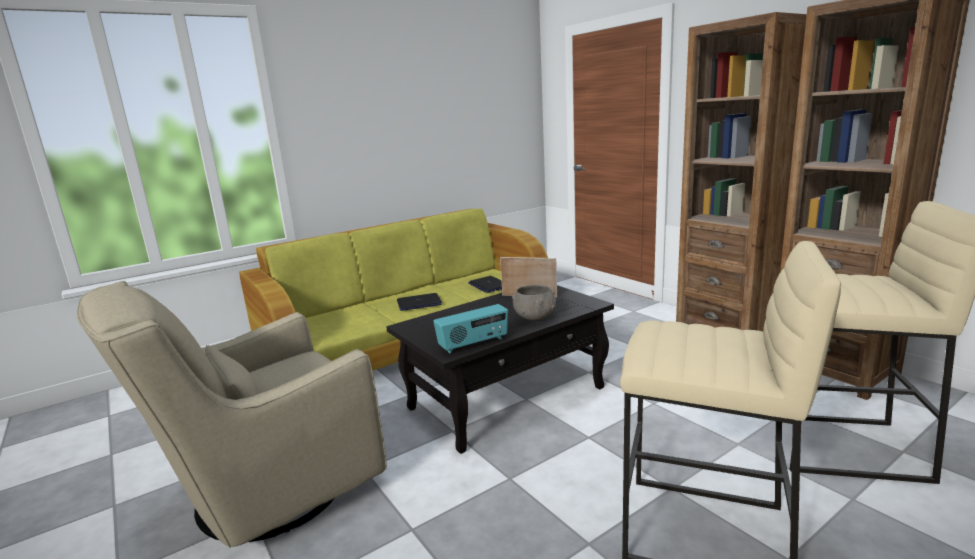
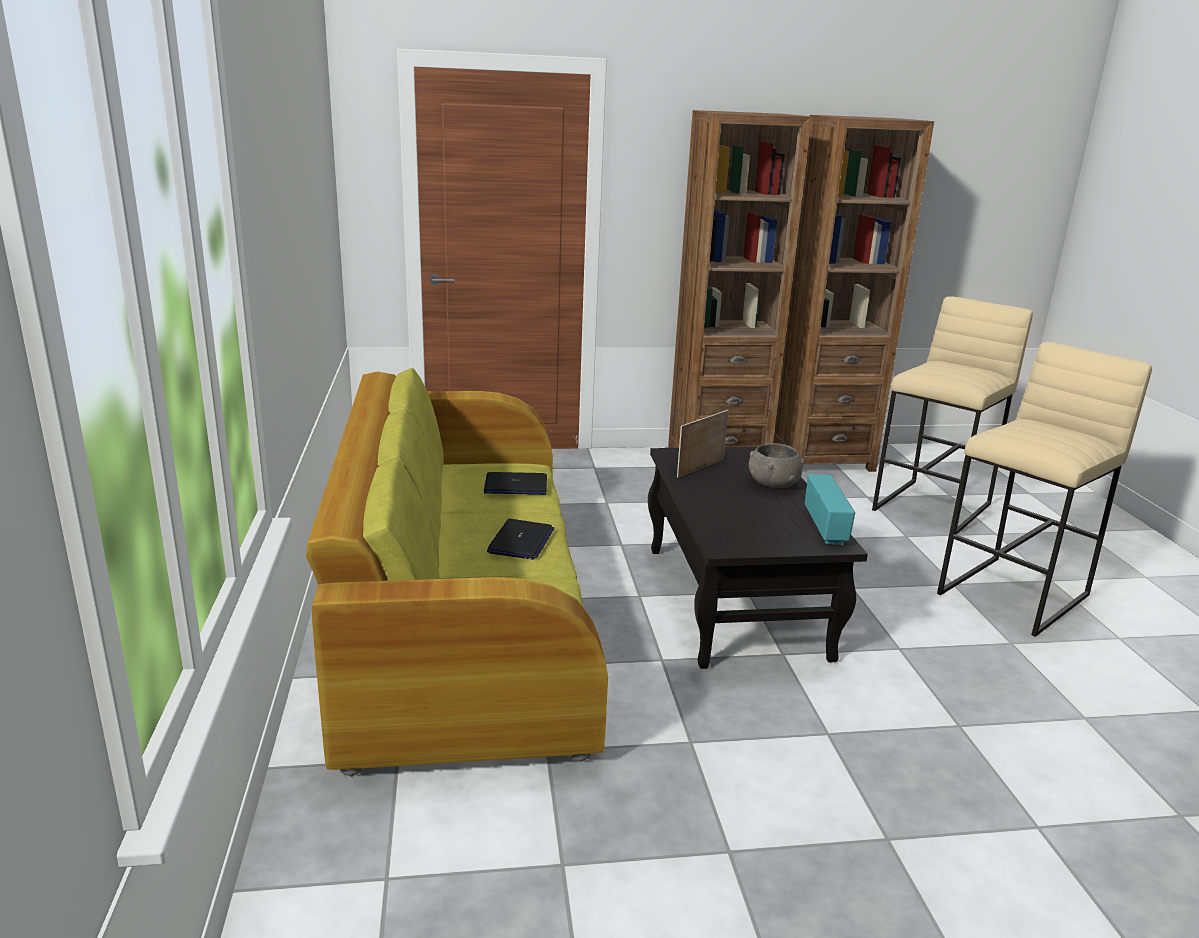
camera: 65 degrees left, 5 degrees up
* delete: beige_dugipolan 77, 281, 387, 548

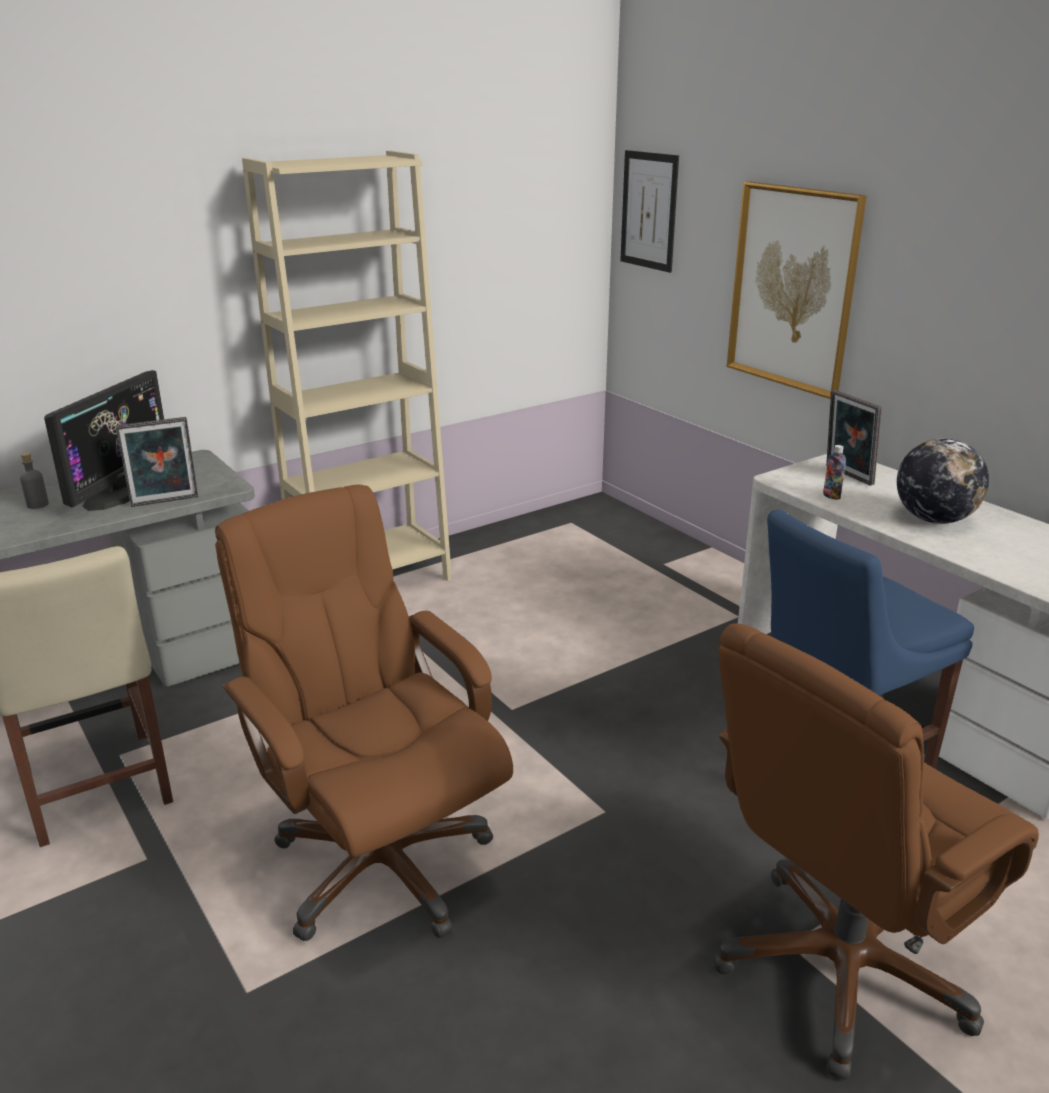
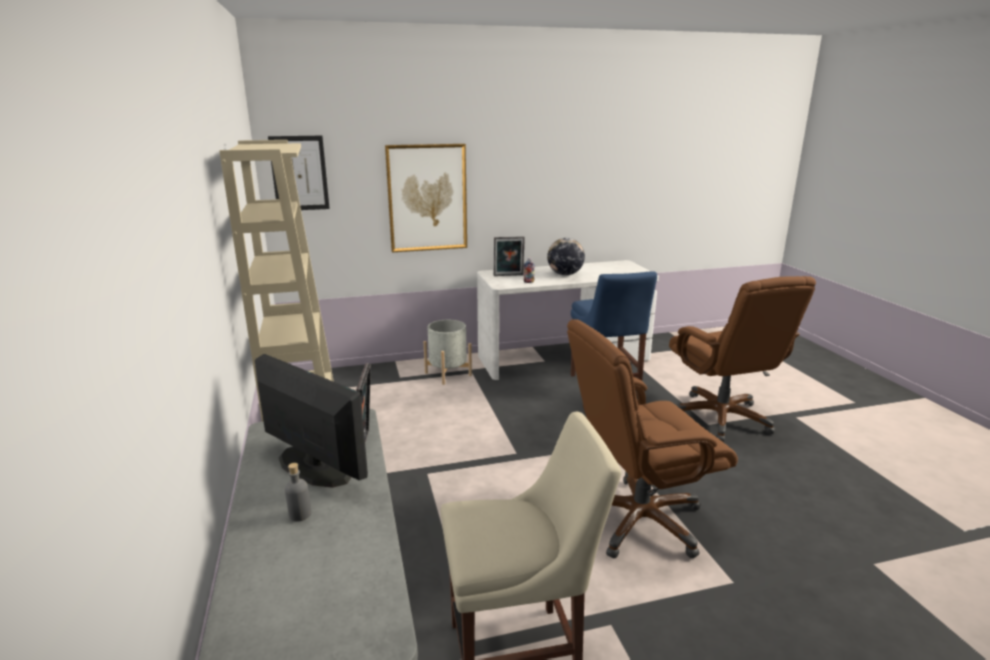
camera: 70 degrees left, 5 degrees down
* insert: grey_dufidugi 424, 320, 472, 385

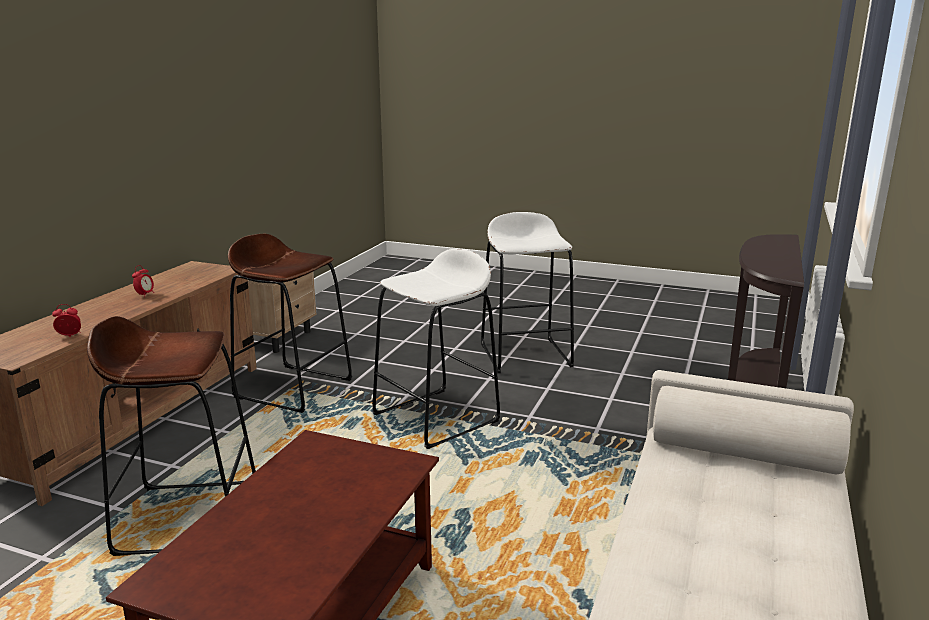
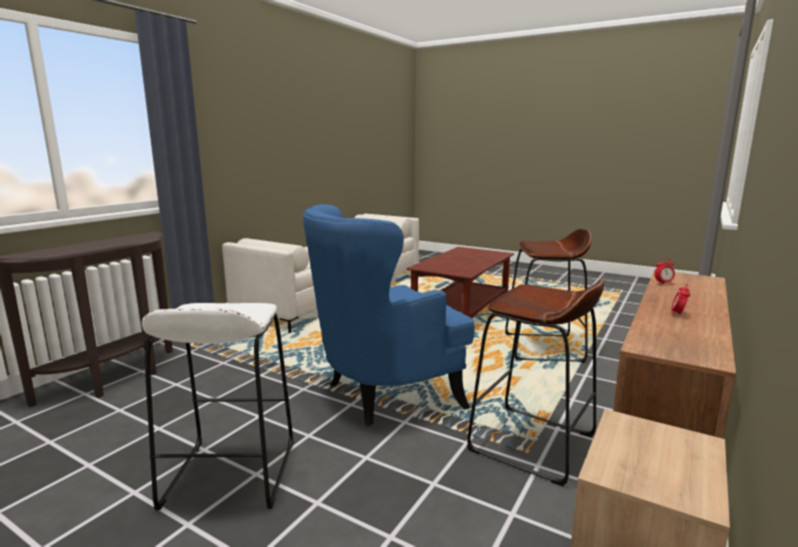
camera: 170 degrees left, 5 degrees down
* replace: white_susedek 372, 249, 500, 449 to blue_dugipolan 303, 204, 475, 426

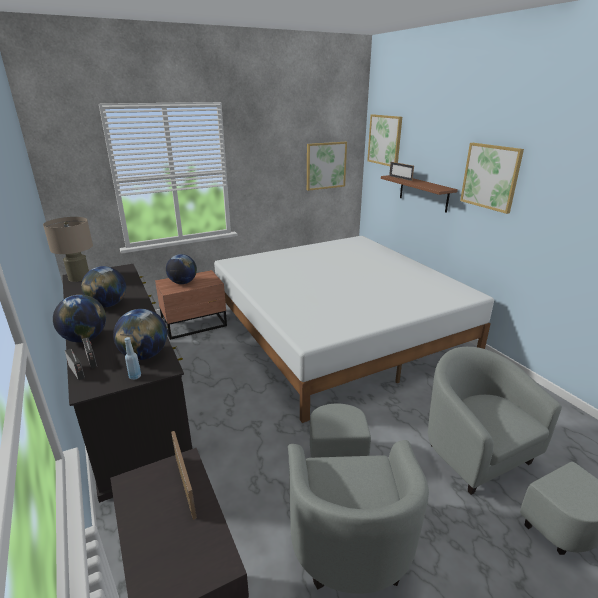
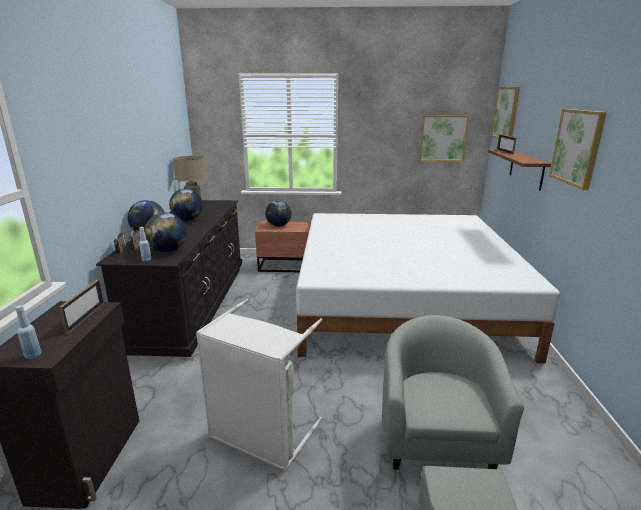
camera: 30 degrees right, 5 degrees down
* insert: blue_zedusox 15, 305, 41, 359
* replace: grey_dugipolan 288, 403, 429, 594 to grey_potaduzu 196, 299, 323, 472

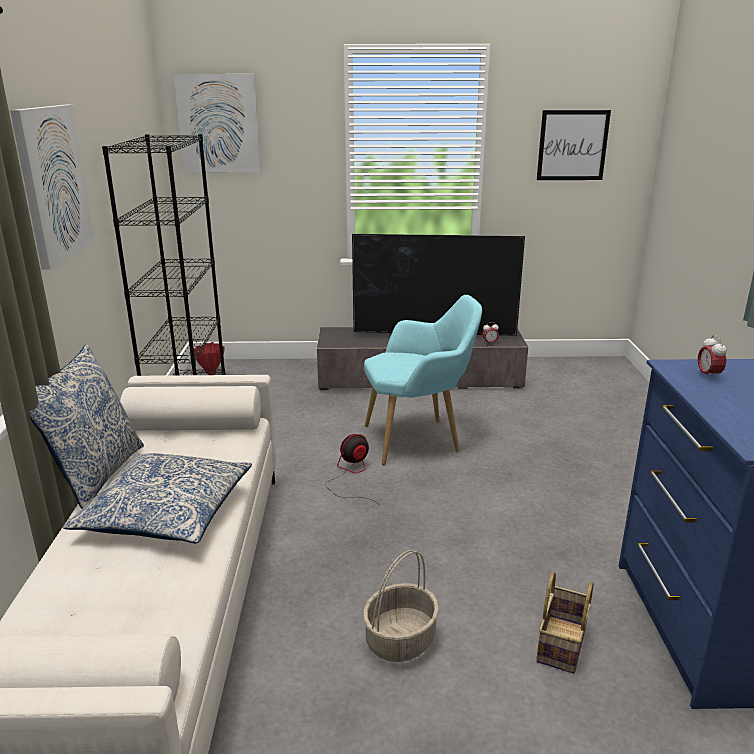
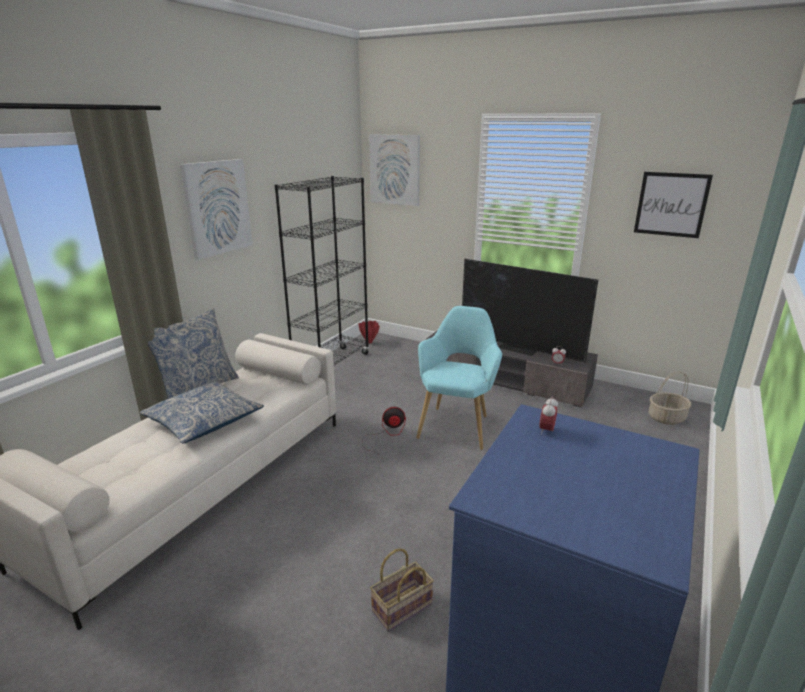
camera: 30 degrees right, 0 degrees up
* rotate: turquoise_dugipolan 364, 295, 482, 465 = 416, 306, 502, 450 90 degrees counterclockwise
* move: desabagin 363, 550, 439, 662 to 649, 371, 691, 425

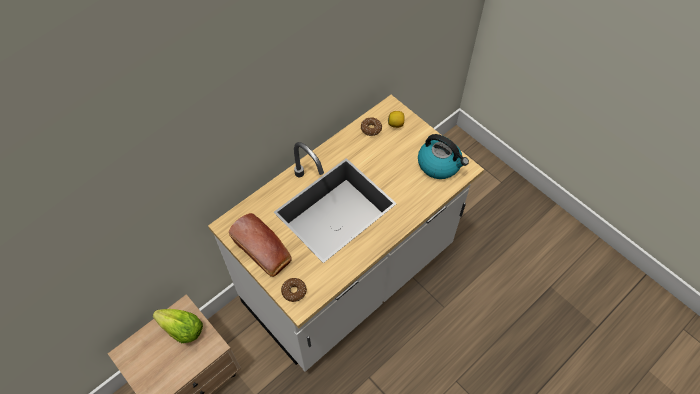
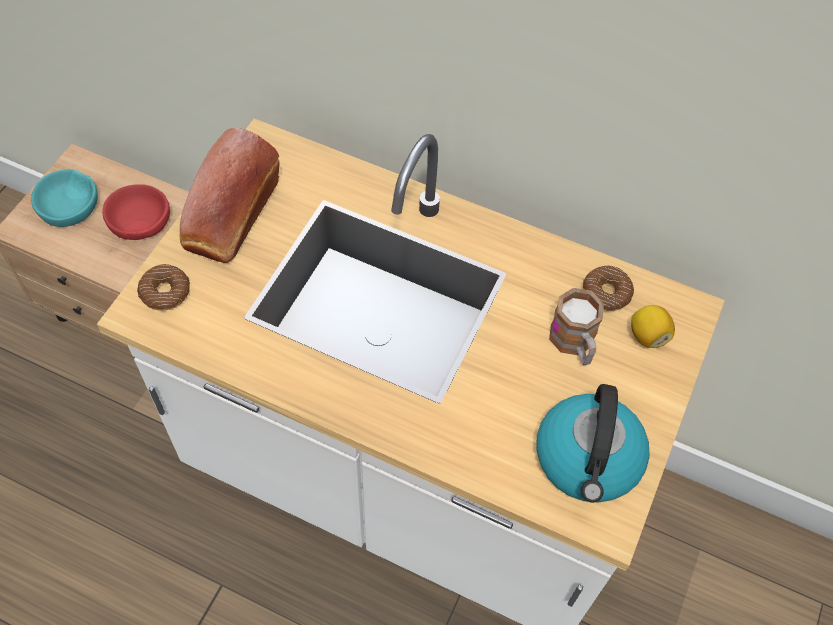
camera: 65 degrees right, 0 degrees up
* insert: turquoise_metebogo 31, 169, 98, 227
* replace: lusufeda 153, 309, 203, 343 to red_metebogo 103, 184, 170, 240
* insert: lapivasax 549, 288, 604, 365

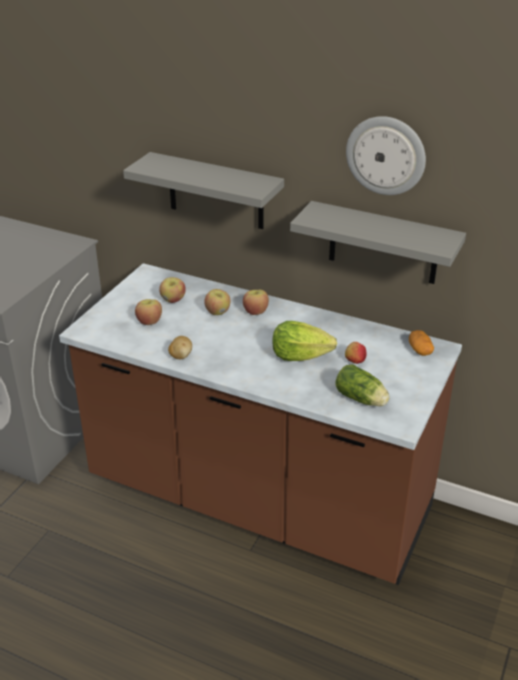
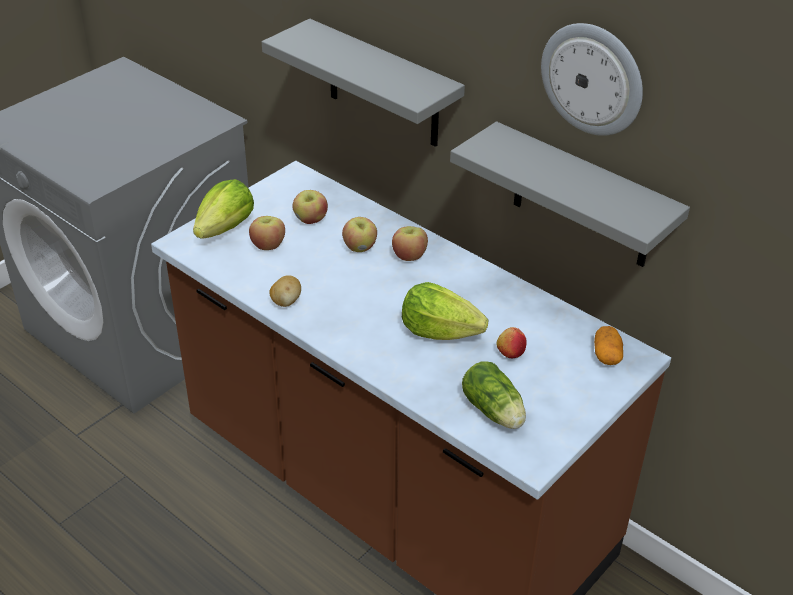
camera: 15 degrees right, 5 degrees up
* insert: lusufeda 193, 179, 254, 239

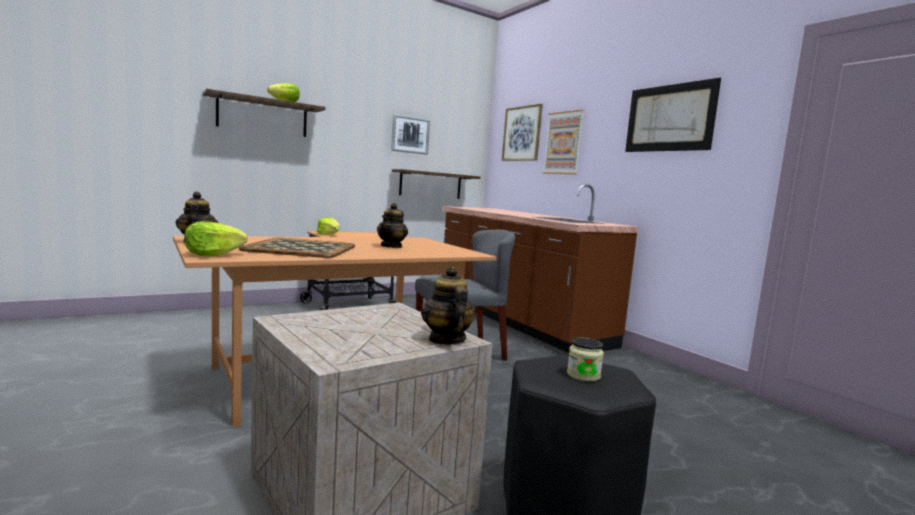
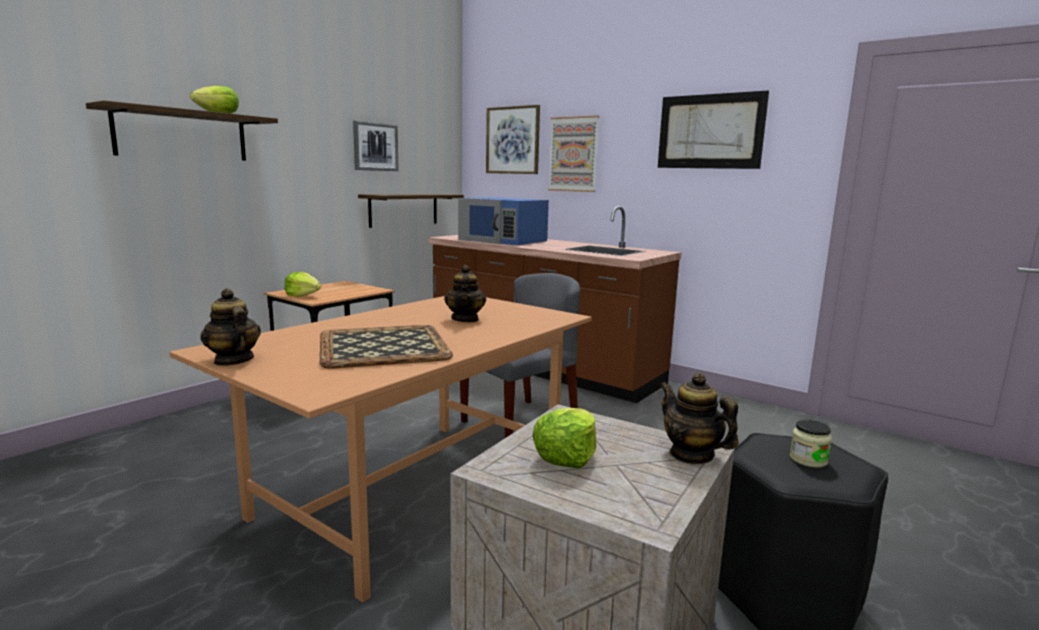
camera: 20 degrees left, 5 degrees up
* insert: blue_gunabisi 458, 197, 549, 245
* move: lusufeda 184, 222, 247, 256 to 532, 408, 597, 469

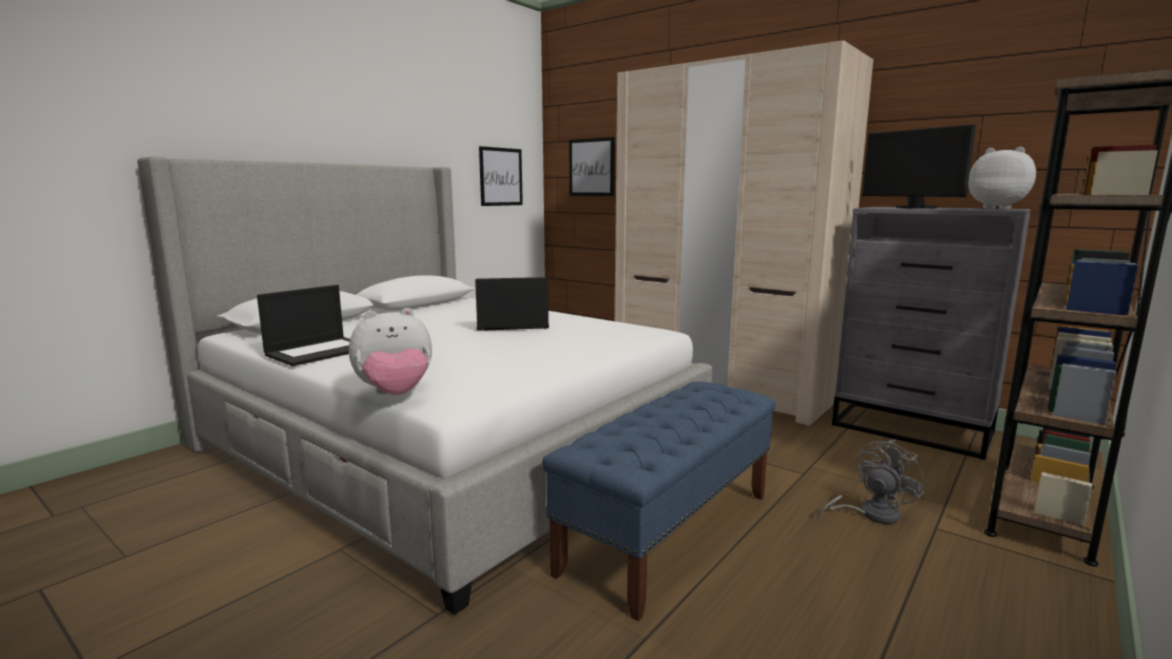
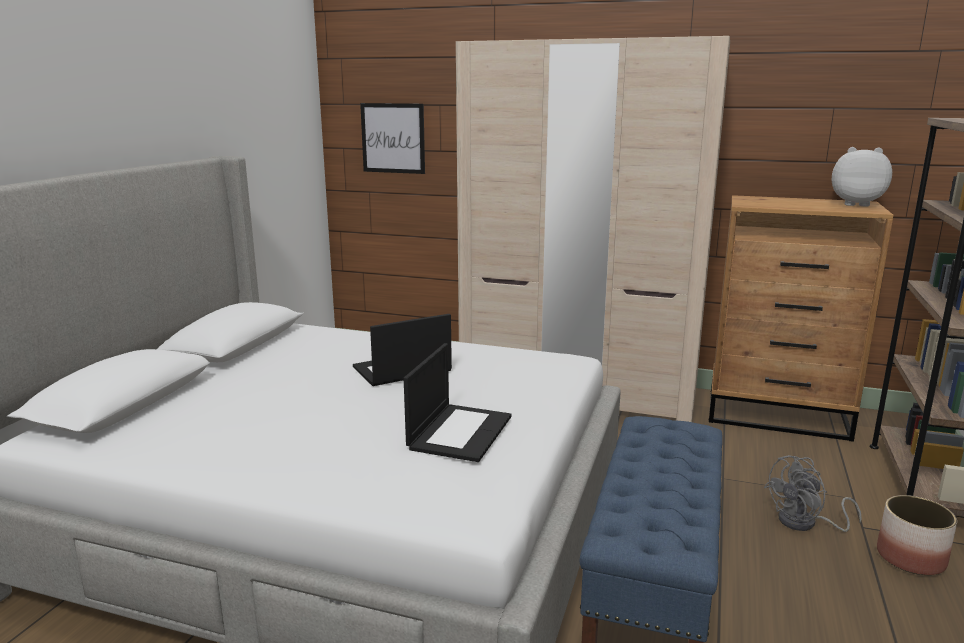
camera: 20 degrees left, 5 degrees up
* move: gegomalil 257, 285, 350, 366 to 404, 343, 511, 462
* recolor: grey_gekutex 832, 207, 1031, 460 to brown_gekutex 709, 195, 893, 442
* rotate: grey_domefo 818, 439, 924, 524 = 764, 455, 862, 532 150 degrees counterclockwise
* insert: dufidugi 877, 495, 957, 575
* delete: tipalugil 349, 308, 432, 395
* delete: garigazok 479, 146, 523, 206
* delete: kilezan 862, 124, 976, 209

